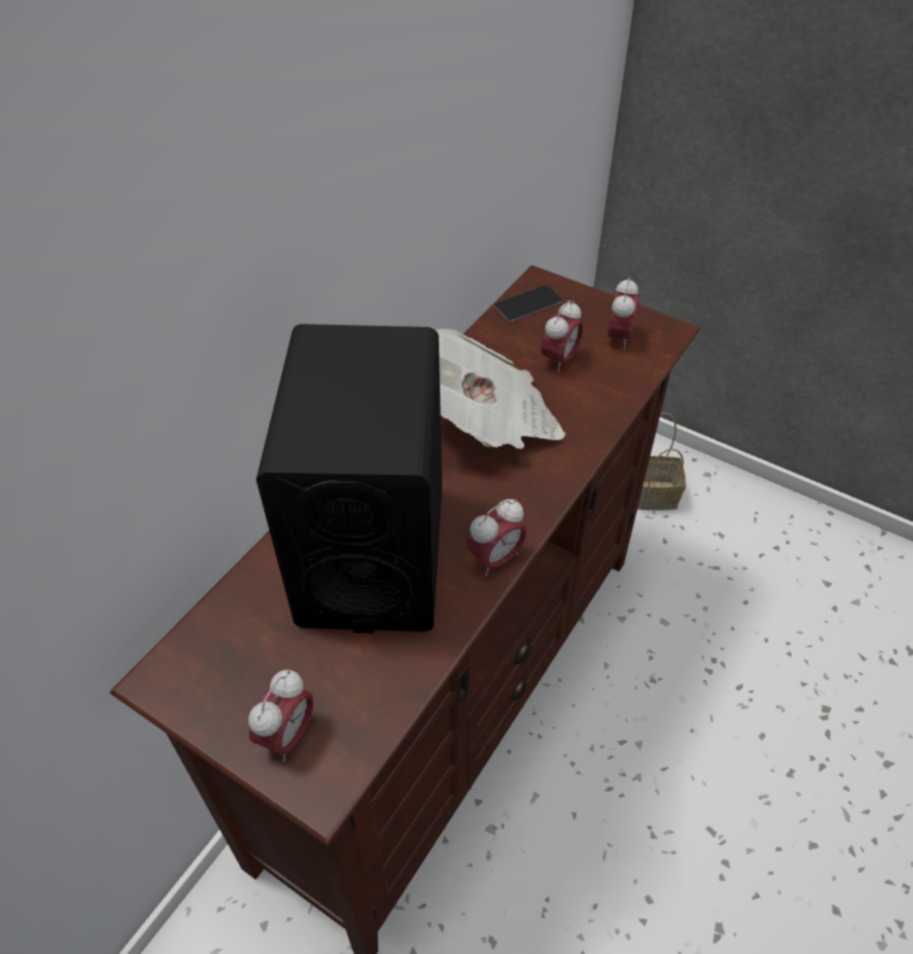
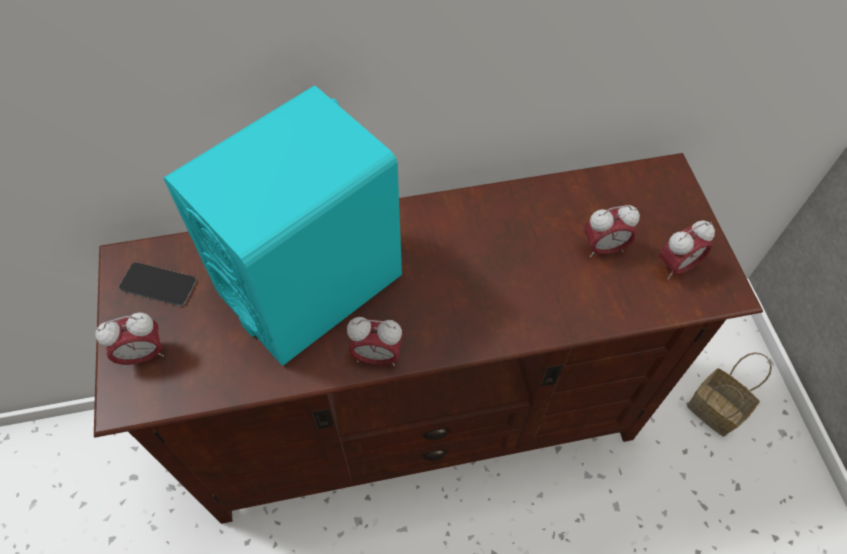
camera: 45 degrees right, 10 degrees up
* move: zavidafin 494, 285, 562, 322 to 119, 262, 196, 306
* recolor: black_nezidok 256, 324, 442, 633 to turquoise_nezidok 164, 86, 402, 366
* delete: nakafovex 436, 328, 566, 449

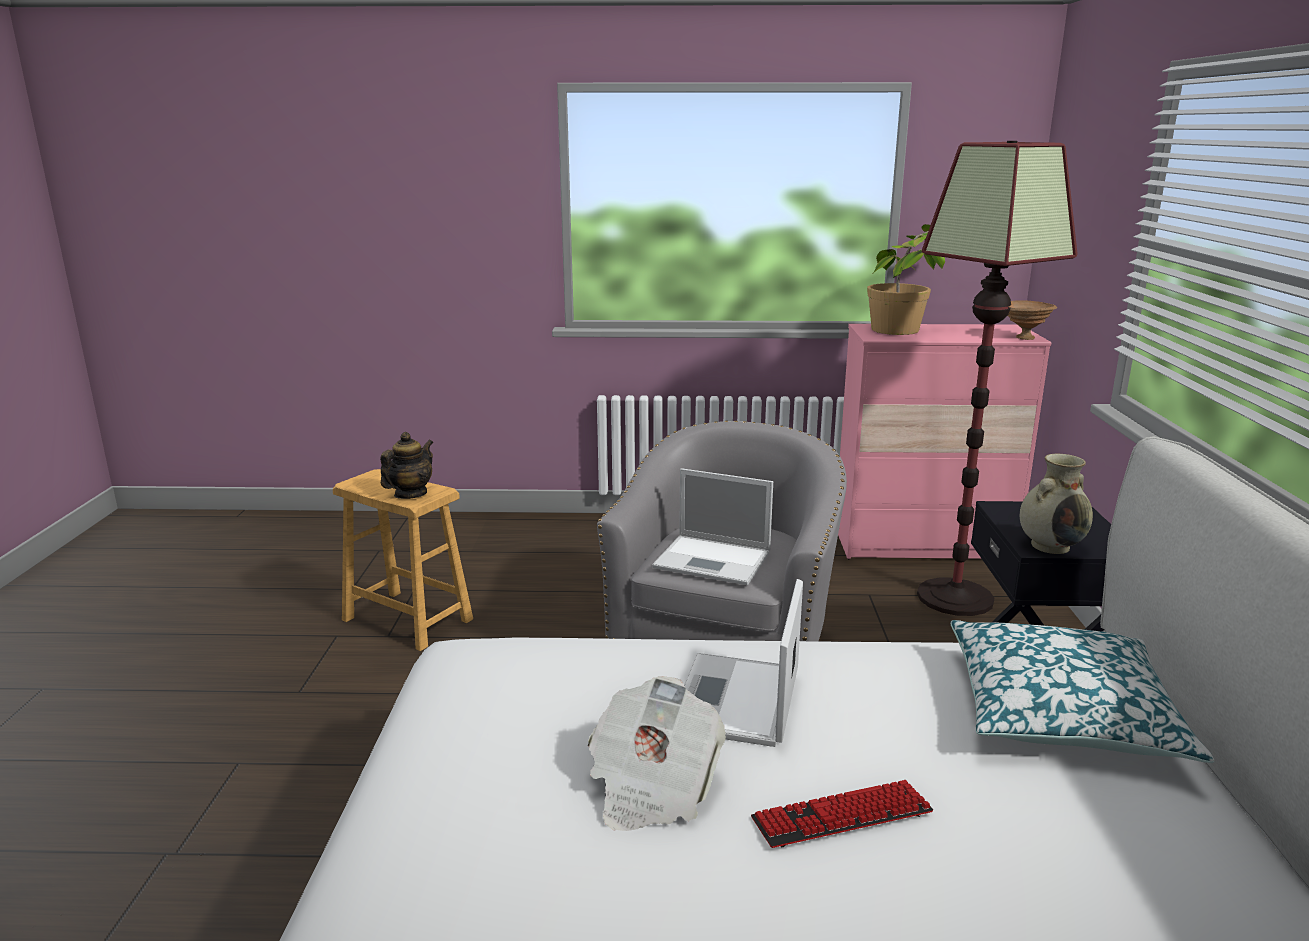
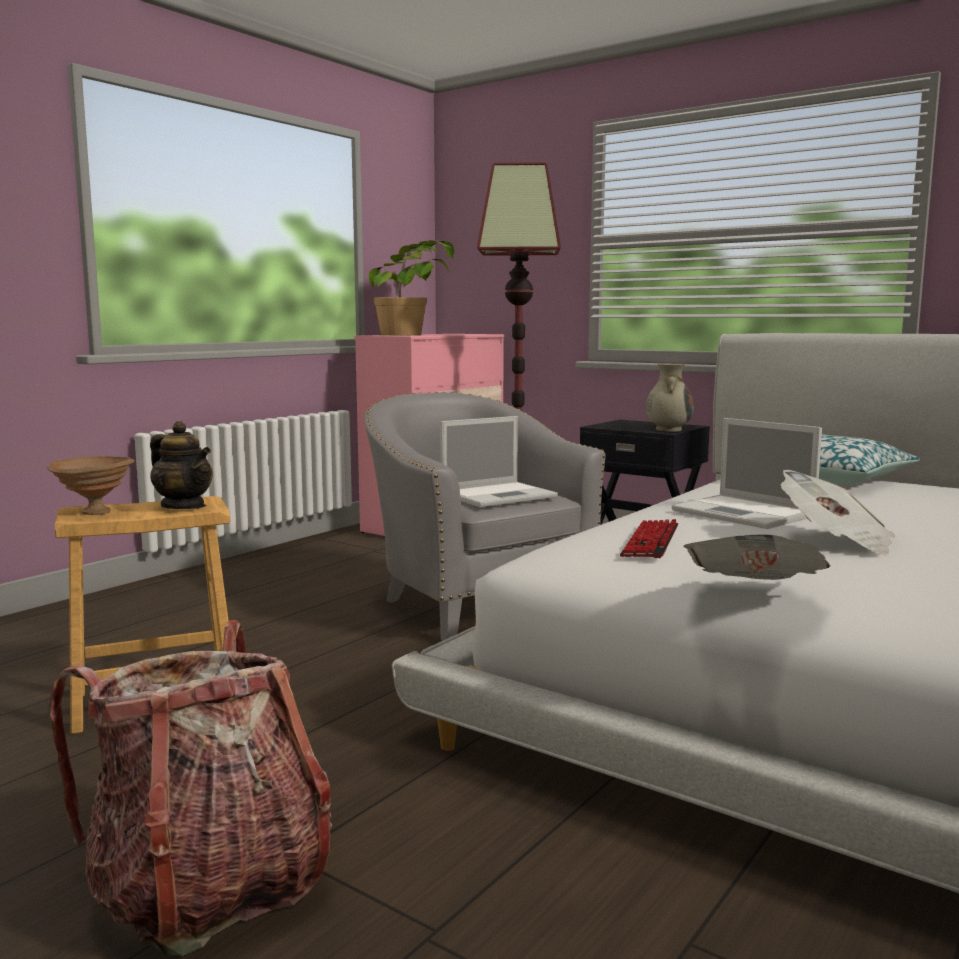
camera: 55 degrees left, 10 degrees down
* move: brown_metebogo 1008, 300, 1057, 340 to 47, 456, 134, 515
* insert: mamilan 50, 620, 333, 956
* rotate: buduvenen 380, 432, 434, 499 = 150, 421, 213, 509 150 degrees clockwise
* move: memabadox 751, 780, 933, 848 to 620, 519, 678, 558
* insert: nakafovex 684, 534, 830, 580

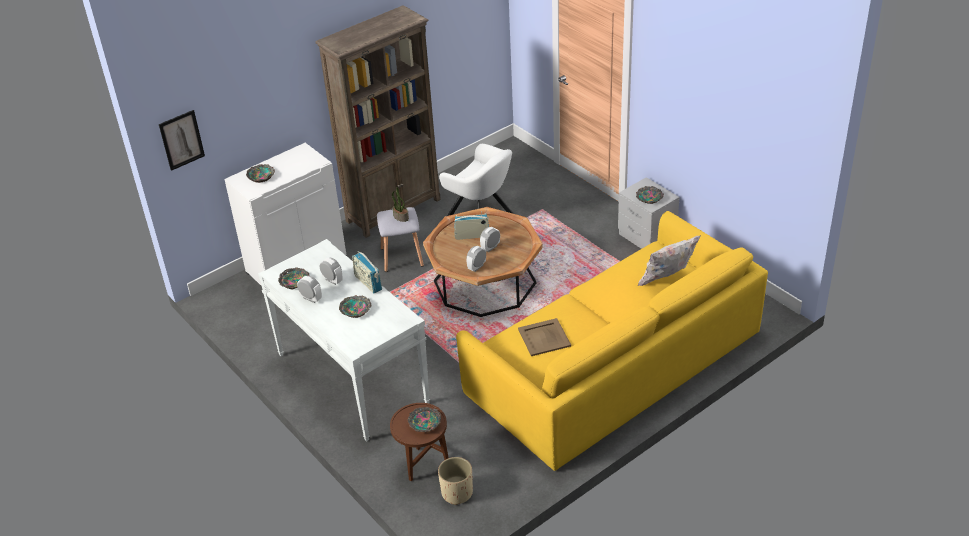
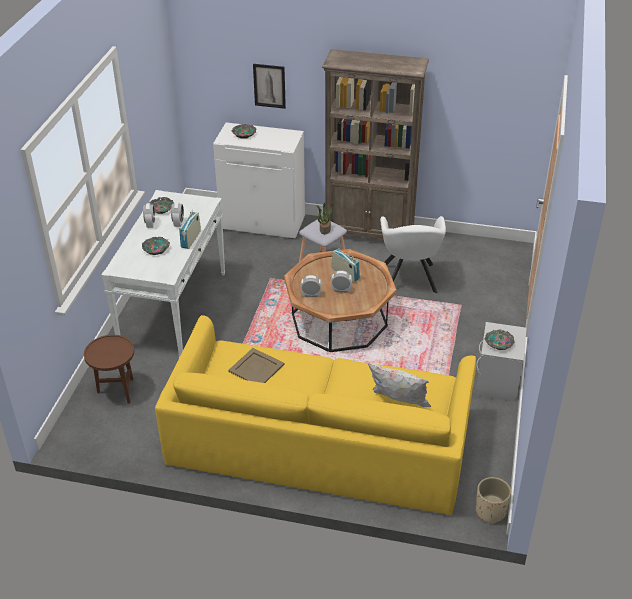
camera: 50 degrees right, 0 degrees up
* move: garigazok 159, 110, 205, 171 to 253, 64, 286, 109
* move: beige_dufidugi 438, 457, 473, 505 to 476, 477, 511, 523
* delete: metebogo 408, 407, 441, 432

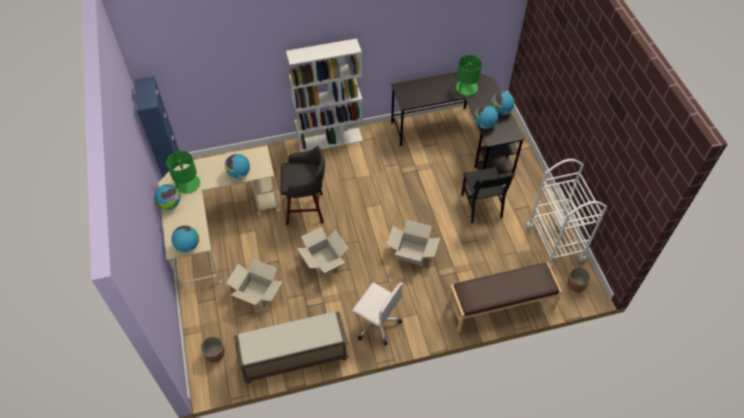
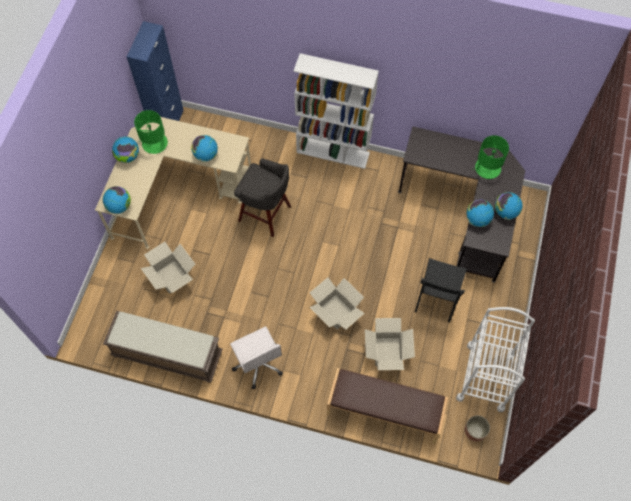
camera: 30 degrees right, 10 degrees up
* move: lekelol 297, 227, 348, 276 to 365, 318, 415, 370
* delete: dufidugi 200, 336, 225, 363

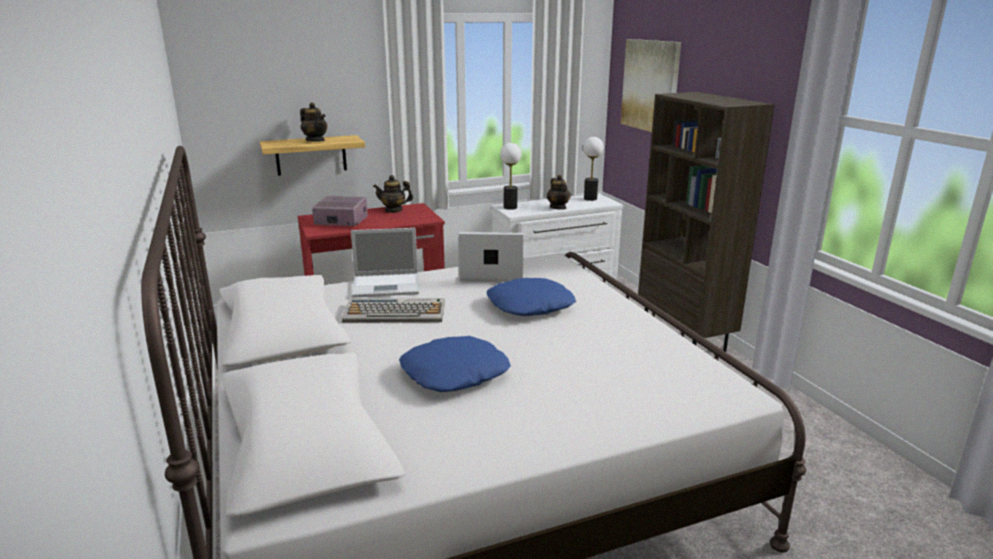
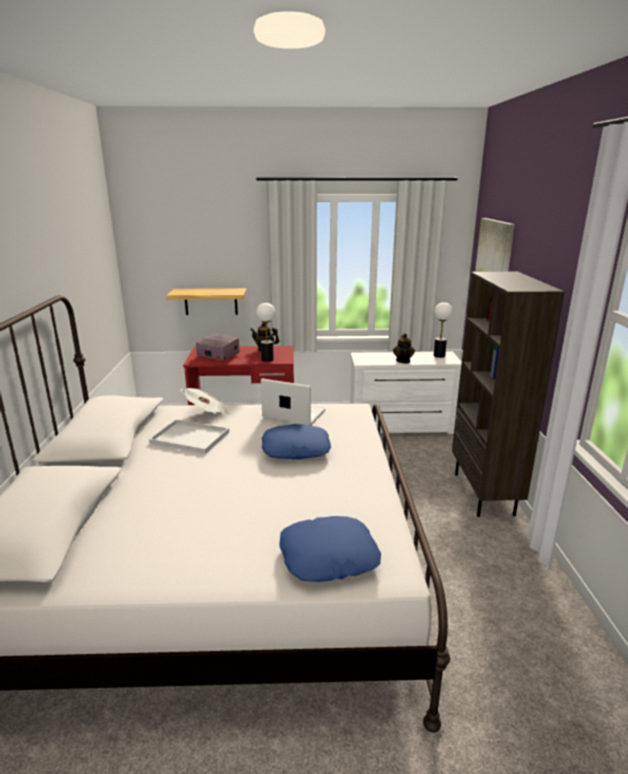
camera: 20 degrees right, 0 degrees up
* replace: memabadox 342, 298, 445, 323 to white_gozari 149, 419, 229, 454
* replace: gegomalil 351, 228, 419, 298 to nakafovex 180, 388, 231, 415
* move: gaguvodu 500, 143, 521, 210 to 256, 303, 275, 362
* move: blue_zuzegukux 399, 336, 511, 392 to 279, 516, 381, 582
* delete: buduvenen 300, 102, 327, 142

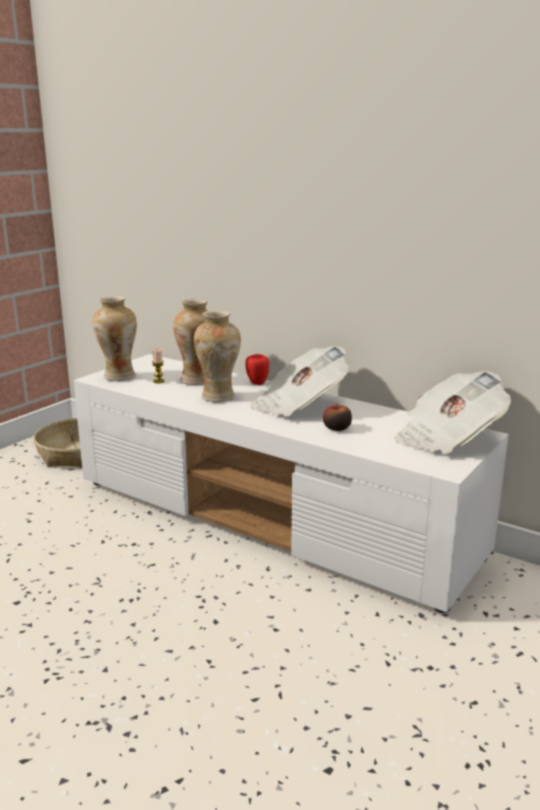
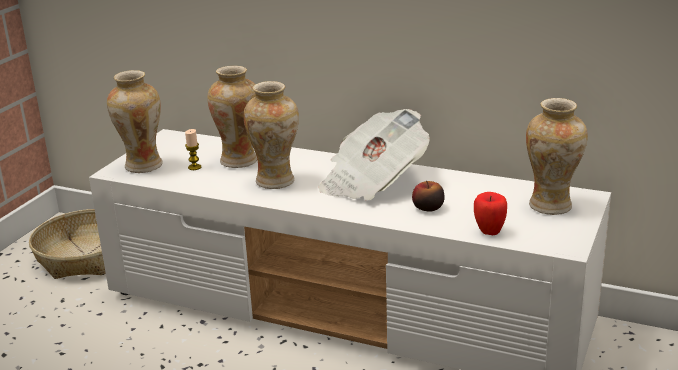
camera: 10 degrees left, 5 degrees up
* move: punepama 245, 354, 269, 385 to 474, 192, 507, 235
* replace: nakafovex 395, 371, 511, 454 to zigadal 526, 98, 588, 215

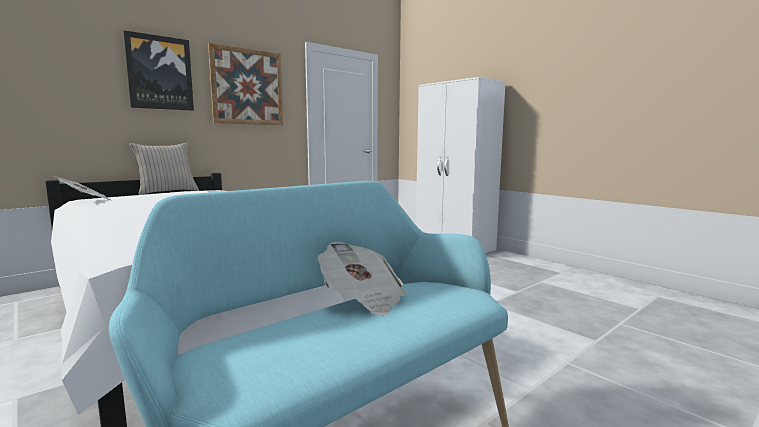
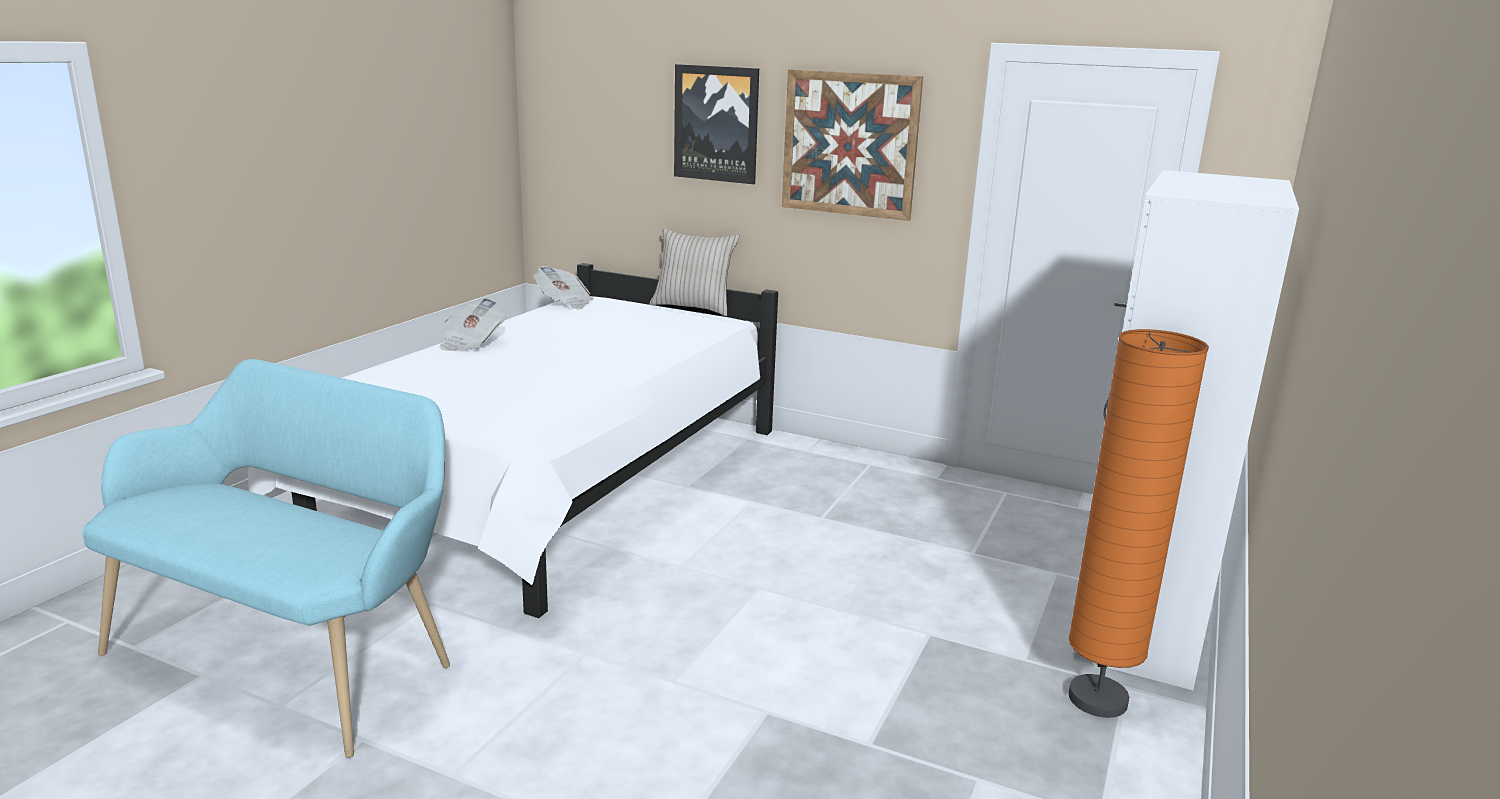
camera: 65 degrees right, 10 degrees up
* move: nakafovex 318, 242, 407, 316 to 439, 298, 507, 351
* insert: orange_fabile 1068, 329, 1209, 718

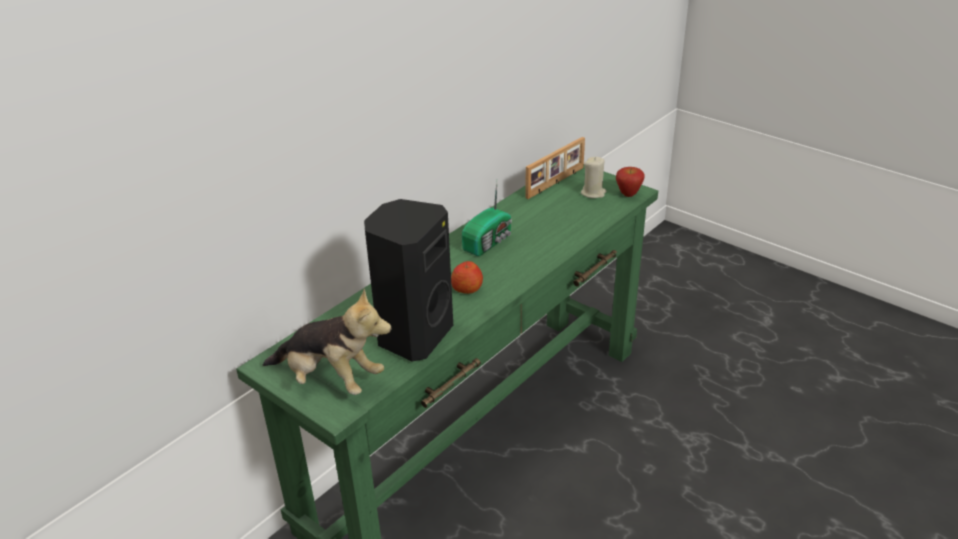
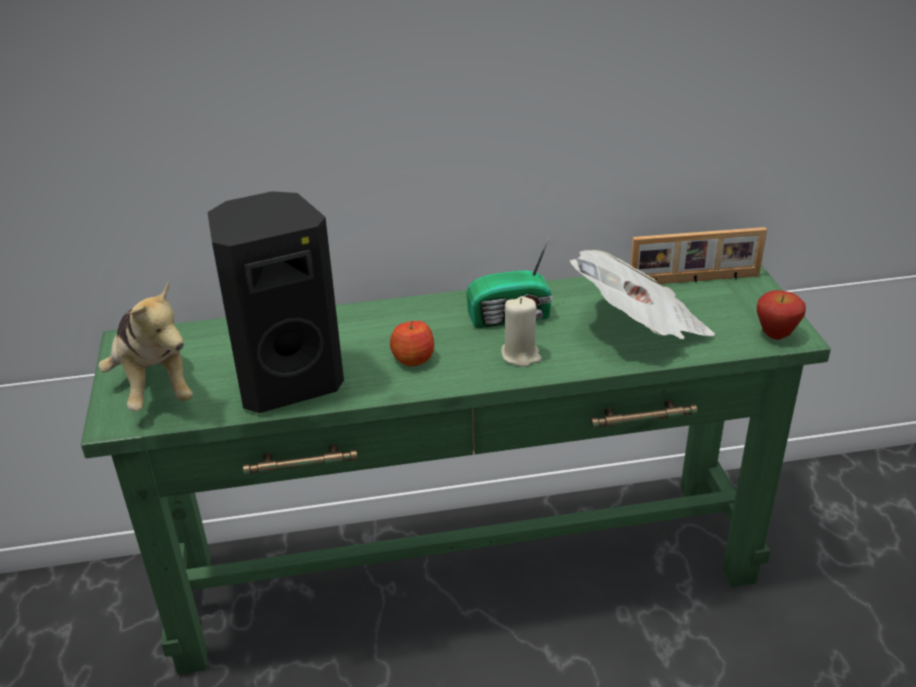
camera: 40 degrees right, 0 degrees up
* move: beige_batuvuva 581, 157, 606, 198 to 501, 296, 542, 367
* insert: nakafovex 570, 250, 715, 339

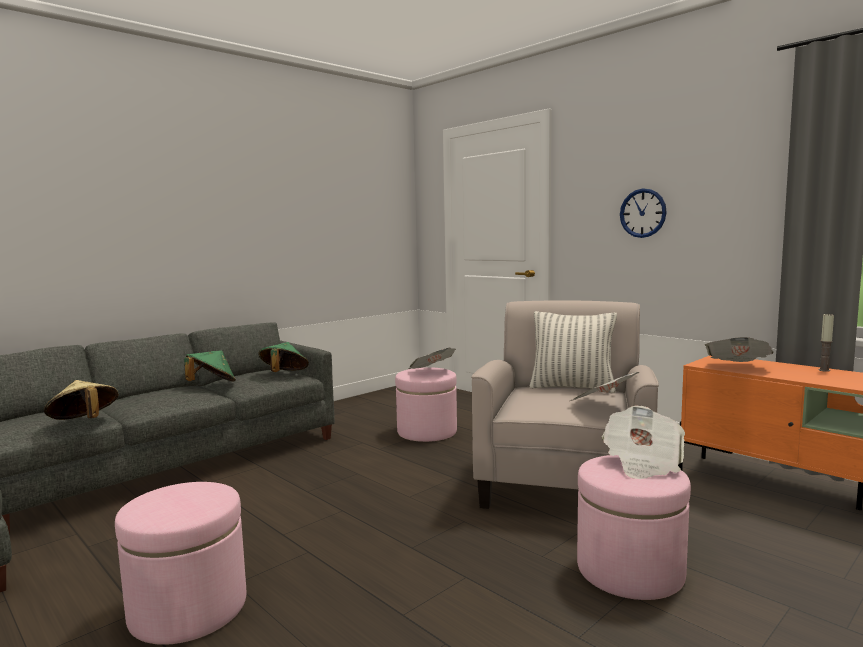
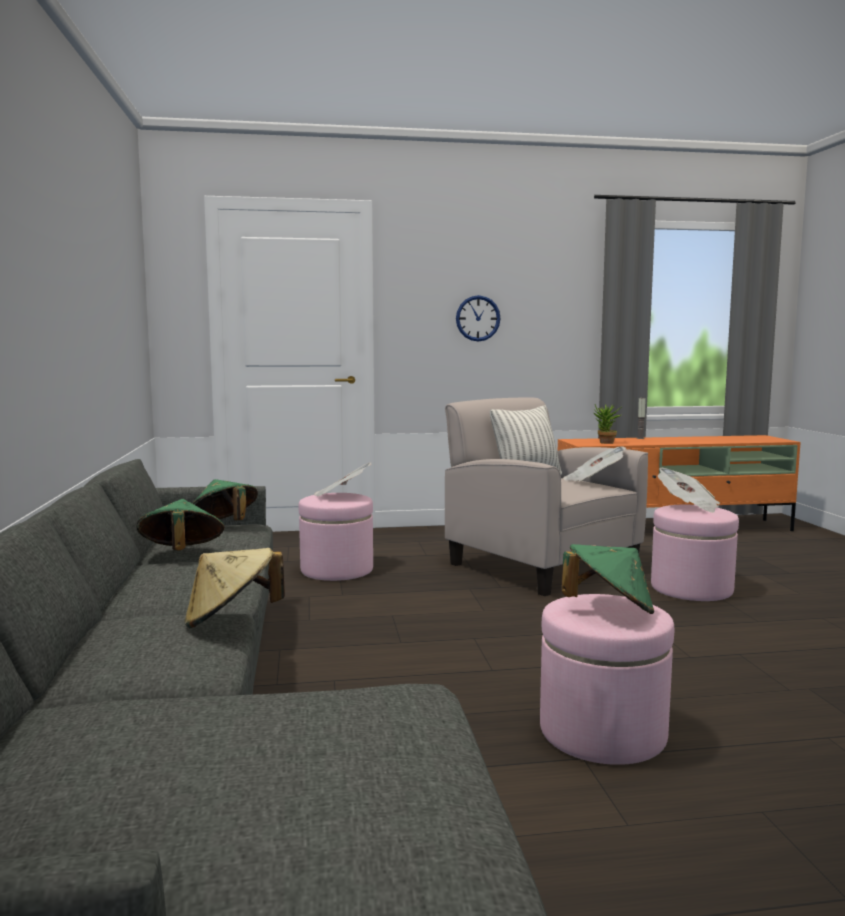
camera: 55 degrees left, 0 degrees up
* insert: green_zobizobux 561, 544, 654, 614
* replace: nakafovex 705, 337, 774, 362 to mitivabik 593, 404, 621, 444

